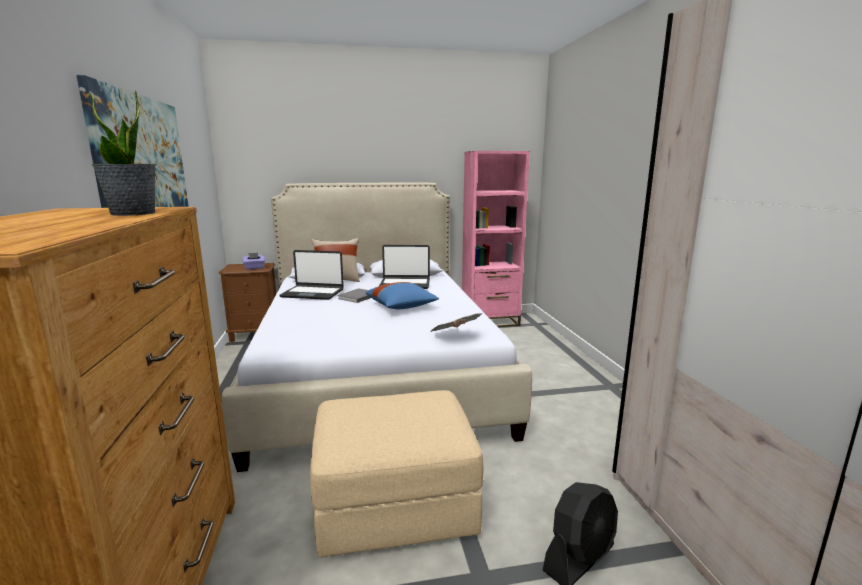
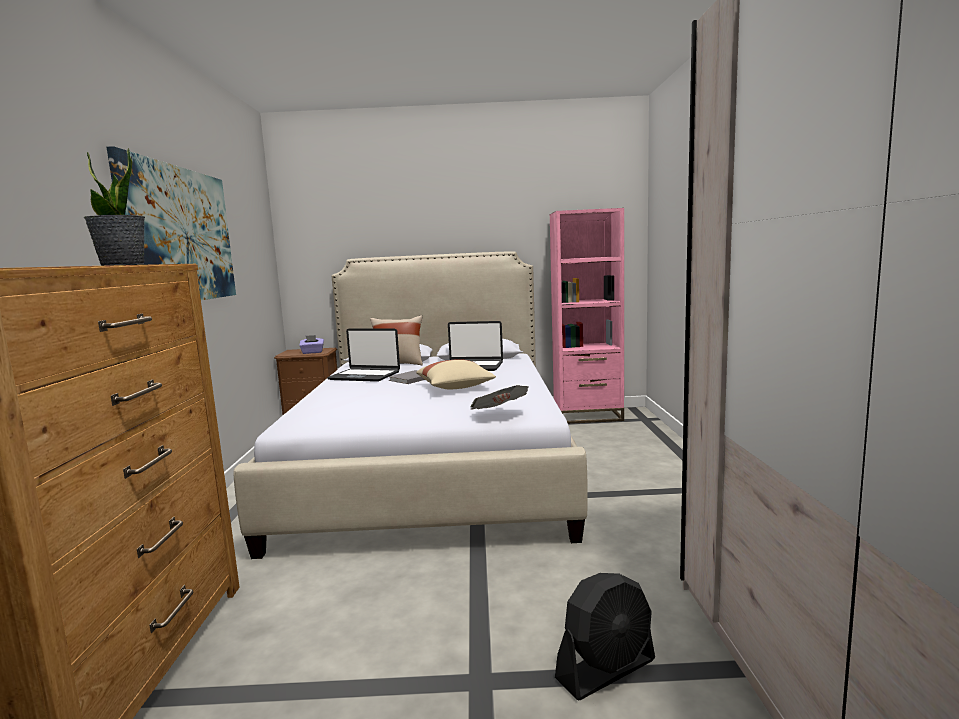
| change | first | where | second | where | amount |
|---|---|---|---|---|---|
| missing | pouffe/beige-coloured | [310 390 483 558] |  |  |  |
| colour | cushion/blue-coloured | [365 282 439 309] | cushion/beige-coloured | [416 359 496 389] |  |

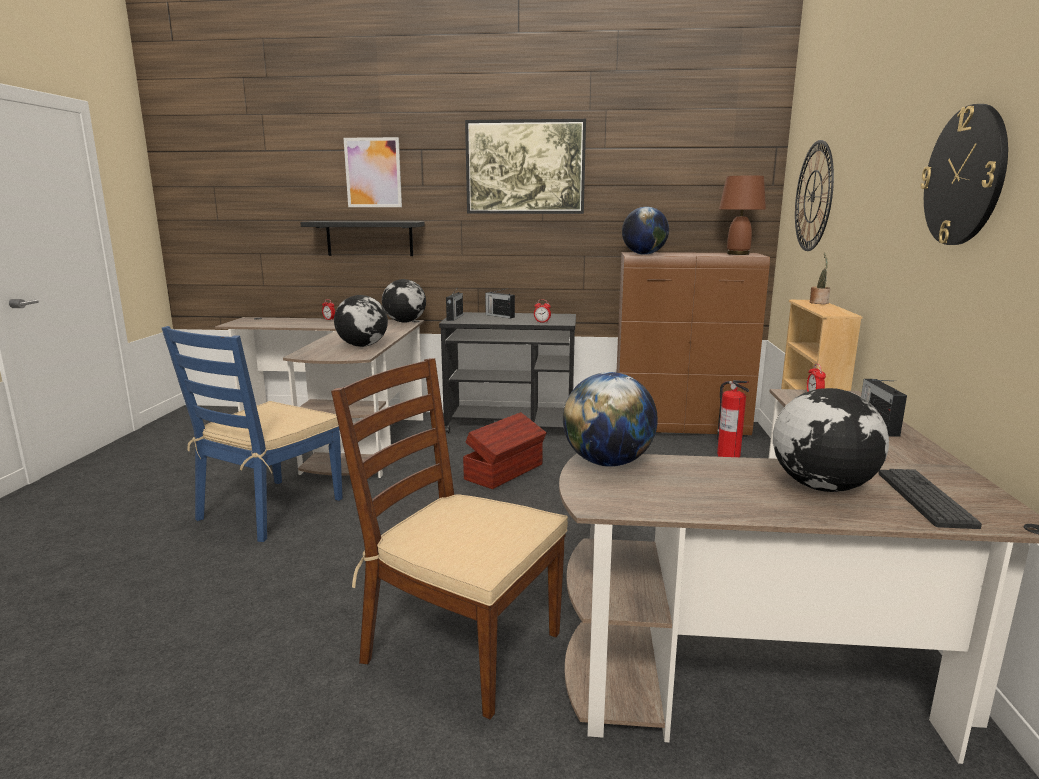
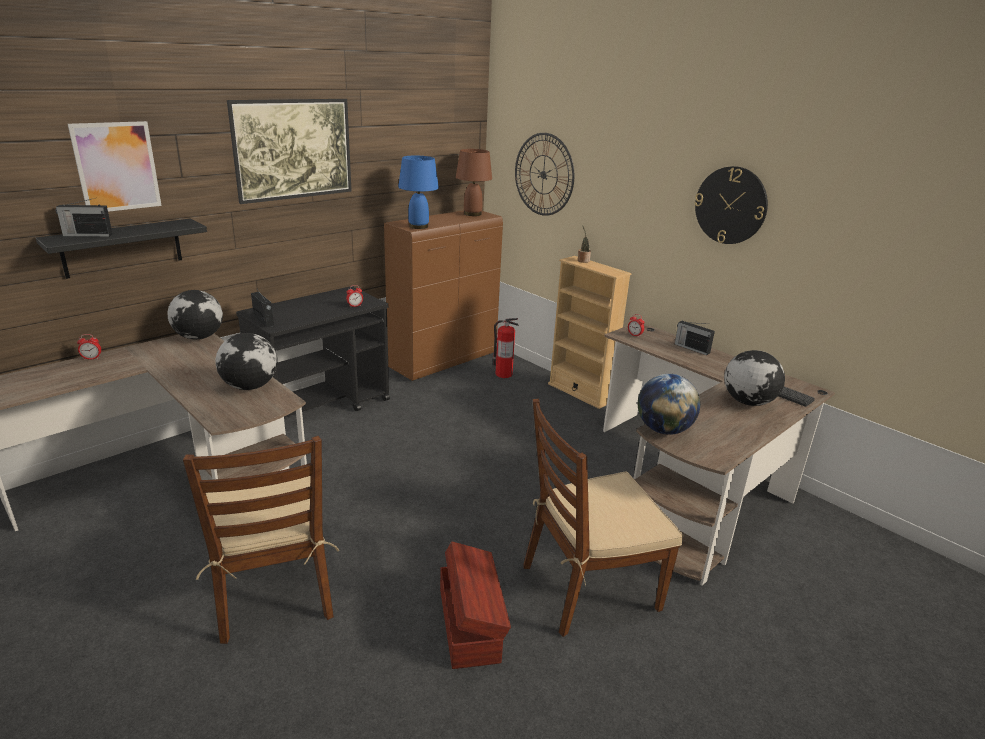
| change | first | where | second | where | amount |
|---|---|---|---|---|---|
| colour | chair/blue-coloured | [162 326 343 542] | chair/brownish | [183 436 339 644] |  |
| relocated | storage box/brownish | [463 412 547 489] |  | [440 542 511 669] |  |
| relocated | radio | [485 288 515 318] |  | [56 198 113 237] |  |
| exchanged | world globe | [622 206 669 255] | table lamp/blue-coloured | [398 156 439 229] |  |

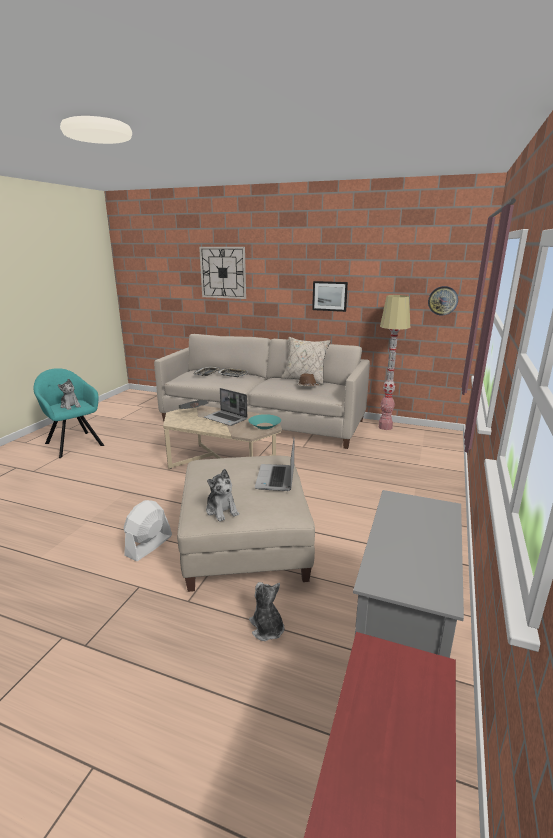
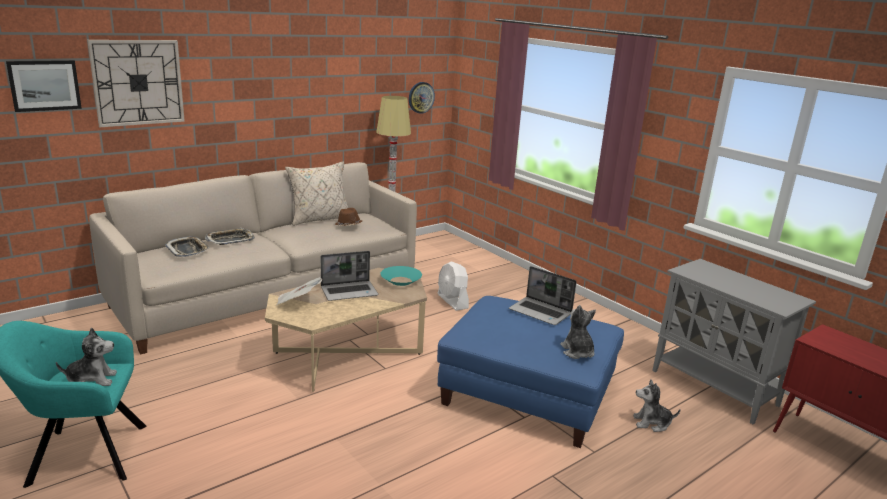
| change | first | where | second | where | amount |
|---|---|---|---|---|---|
| relocated | cooling fan/whitish | [123 500 172 561] |  | [438 261 469 311] |  |
| colour | pouffe/beige-coloured | [177 455 315 592] | pouffe/blue-coloured | [437 296 624 448] |  |
| spun | cuddly toy | [206 469 239 522] |  | [560 305 596 359] | 105 degrees counterclockwise |
| relocated | wall picture | [312 281 348 312] |  | [6 60 82 112] |  |

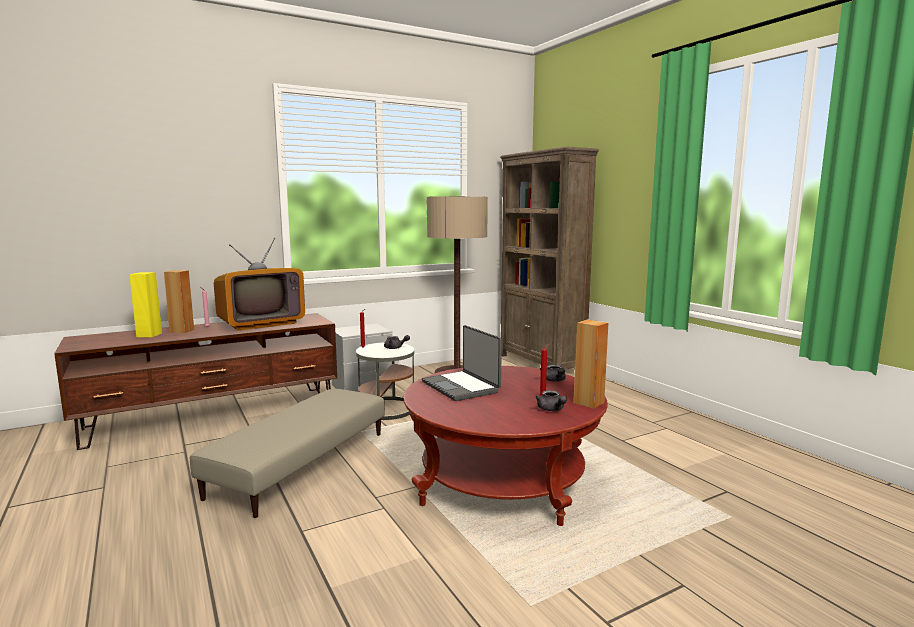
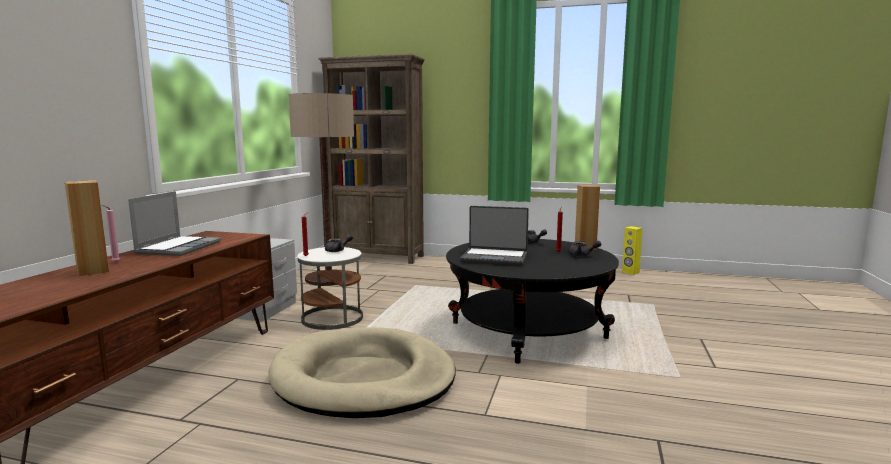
| change | first | where | second | where | amount |
|---|---|---|---|---|---|
| relocated | speaker/yellowish | [129 272 162 337] |  | [622 226 643 275] |  |
| exchanged | pouffe/beige-coloured | [190 389 385 518] | pet bed/beige-coloured | [268 327 456 418] |  |
| exchanged | TV | [214 237 305 331] | notebook computer | [128 191 221 256] |  |
| colour | low table/red | [404 366 608 526] | low table/black | [446 239 619 363] |  |

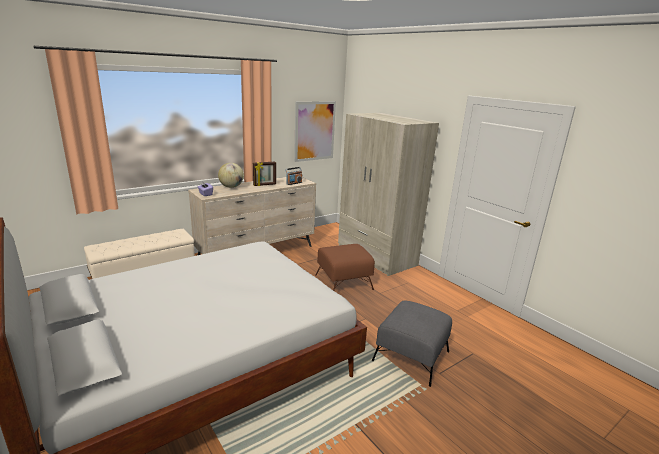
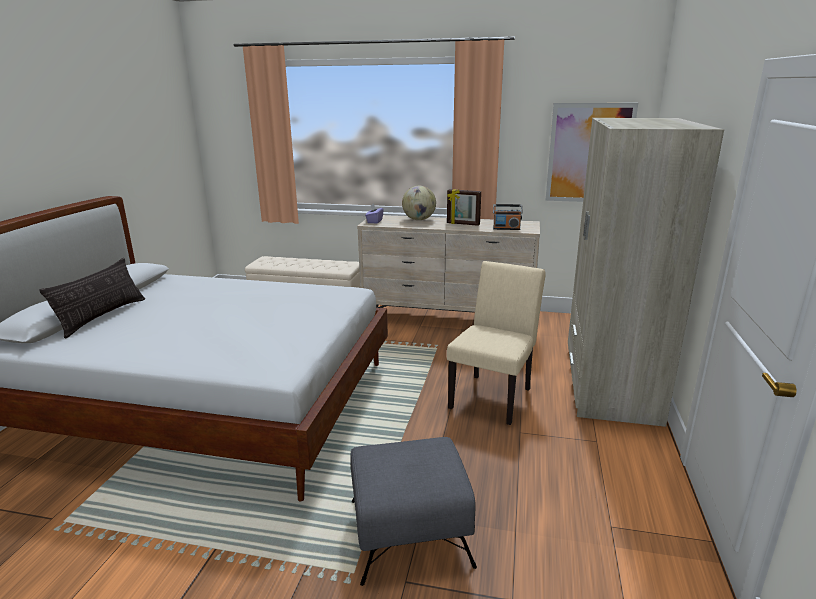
| change | first | where | second | where | amount |
|---|---|---|---|---|---|
| exchanged | pouffe/brownish | [315 244 375 291] | chair/beige-coloured | [447 261 546 425] |  |
| appeared |  |  | cushion | [39 258 145 339] |  |

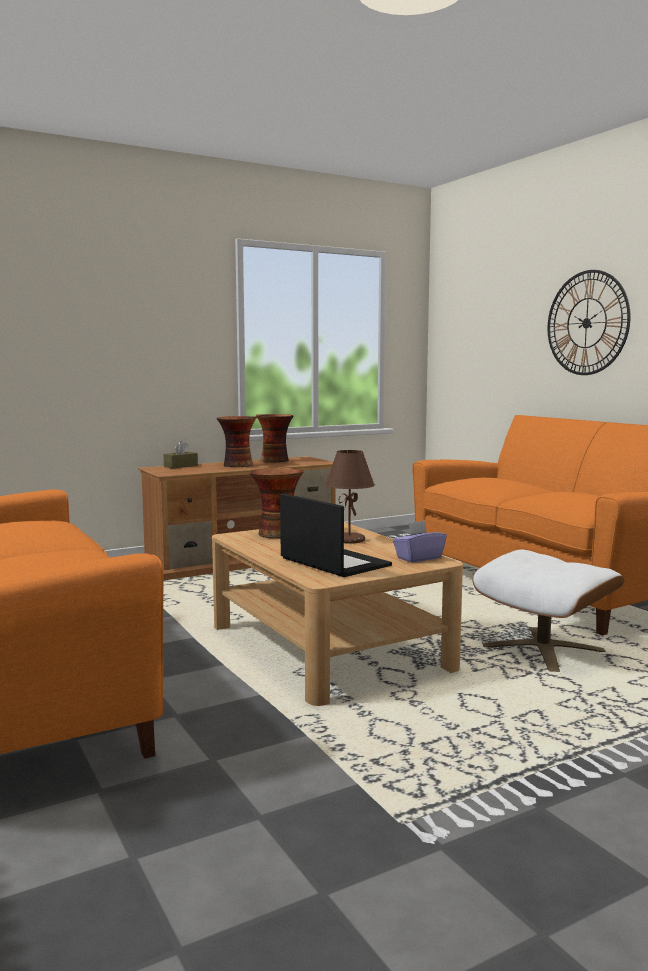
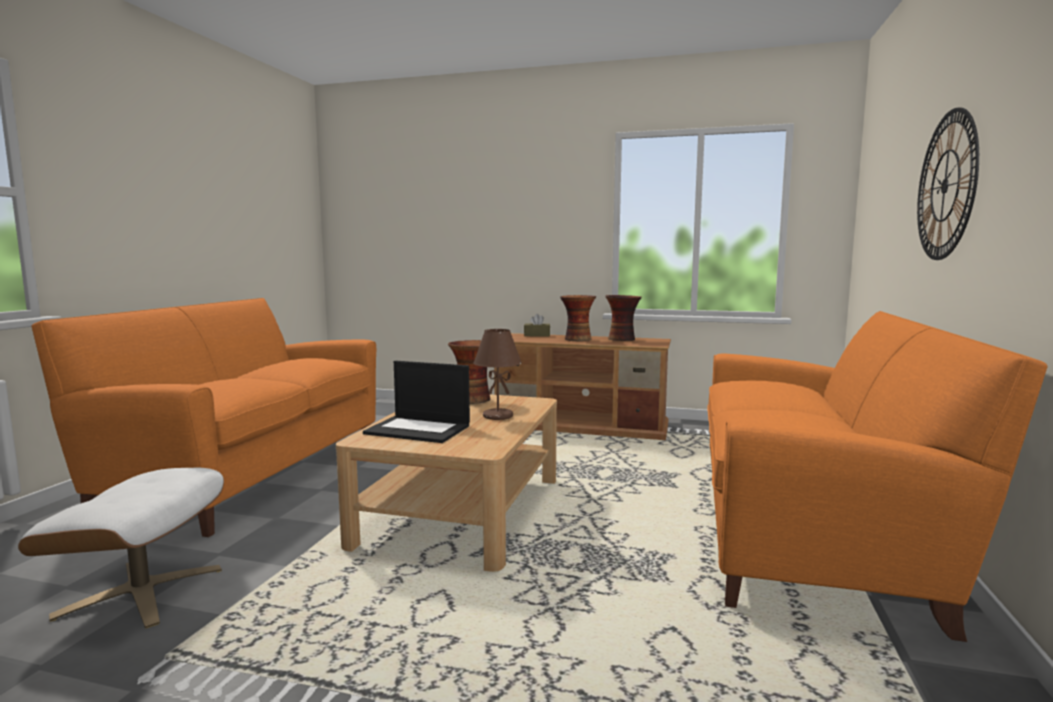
| change | first | where | second | where | amount |
|---|---|---|---|---|---|
| spun | notebook computer | [280 493 392 577] |  | [363 361 470 443] | 105 degrees clockwise |
| missing | tissue box/purple | [393 520 447 563] |  |  |  |
| relocated | pouffe/whitish | [472 549 624 672] |  | [18 468 224 629] |  |

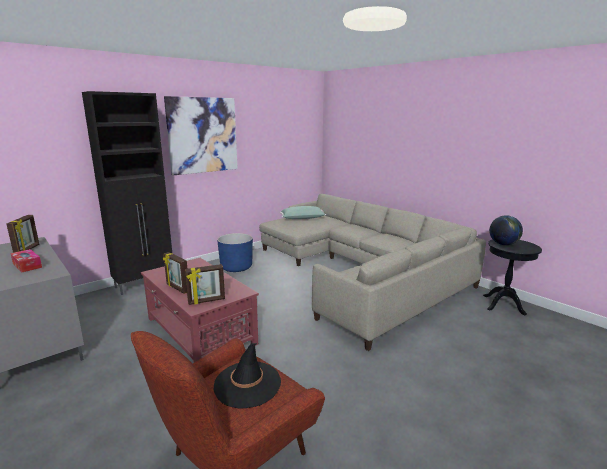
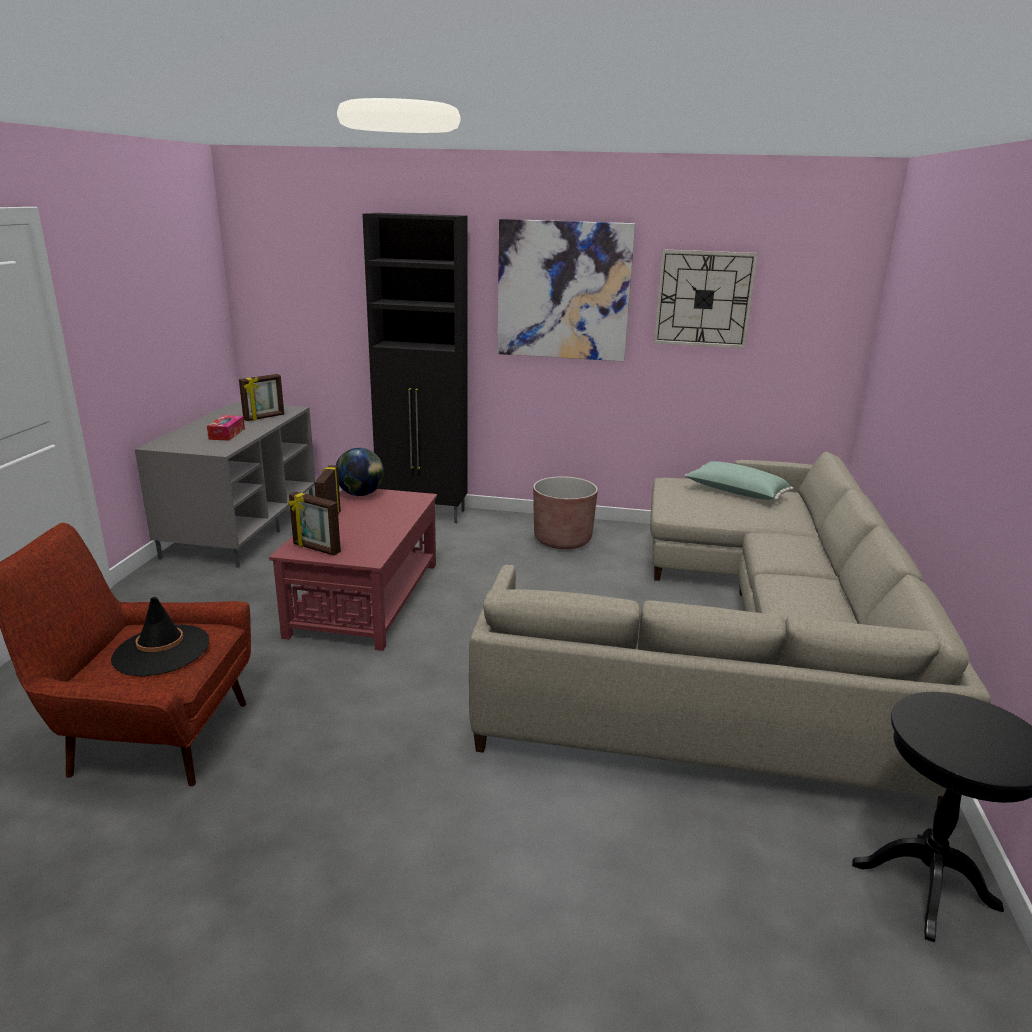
| change | first | where | second | where | amount |
|---|---|---|---|---|---|
| colour | flower pot/blue-coloured | [217 233 253 272] | flower pot/brownish | [533 476 598 549] |  |
| relocated | world globe | [489 216 523 245] |  | [336 448 384 496] |  |
| appeared |  |  | wall clock | [654 249 758 348] |  |

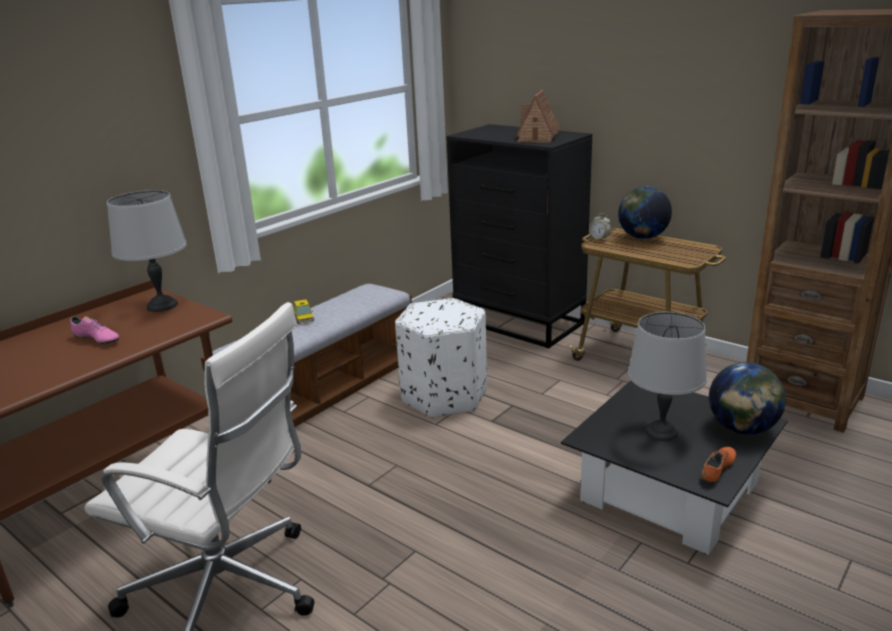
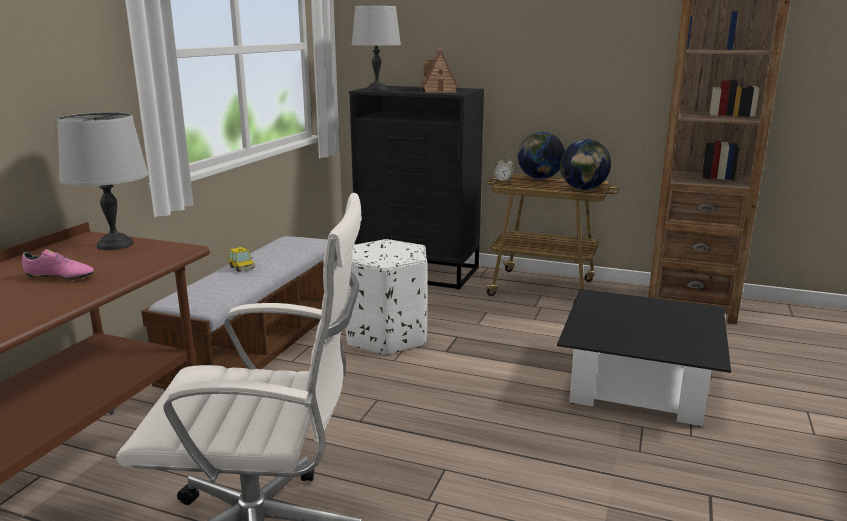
| change | first | where | second | where | amount |
|---|---|---|---|---|---|
| relocated | table lamp/gray | [628 312 707 441] |  | [352 6 401 90] |  |
| missing | low shoe/orange | [701 447 736 484] |  |  |  |
| relocated | world globe | [709 362 786 435] |  | [560 139 611 190] |  |

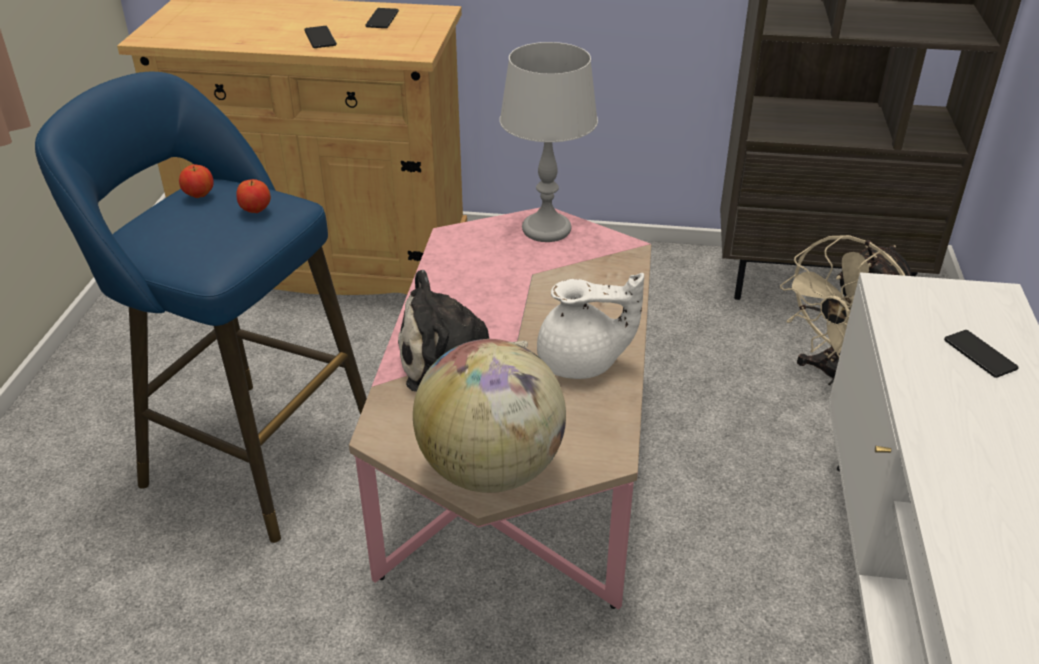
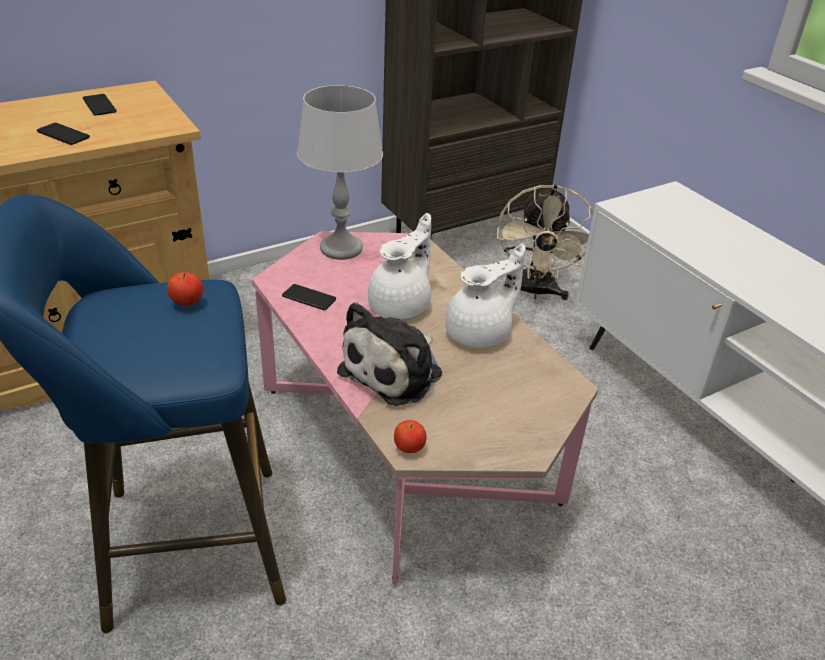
| change | first | where | second | where | amount |
|---|---|---|---|---|---|
| relocated | whole apple | [179 165 214 198] |  | [394 420 426 453] |  |
| missing | world globe | [413 339 566 493] |  |  |  |
| relocated | telephone | [944 330 1018 378] |  | [282 284 336 310] |  |
| appeared |  |  | teapot/whitish | [368 213 431 319] |  |

